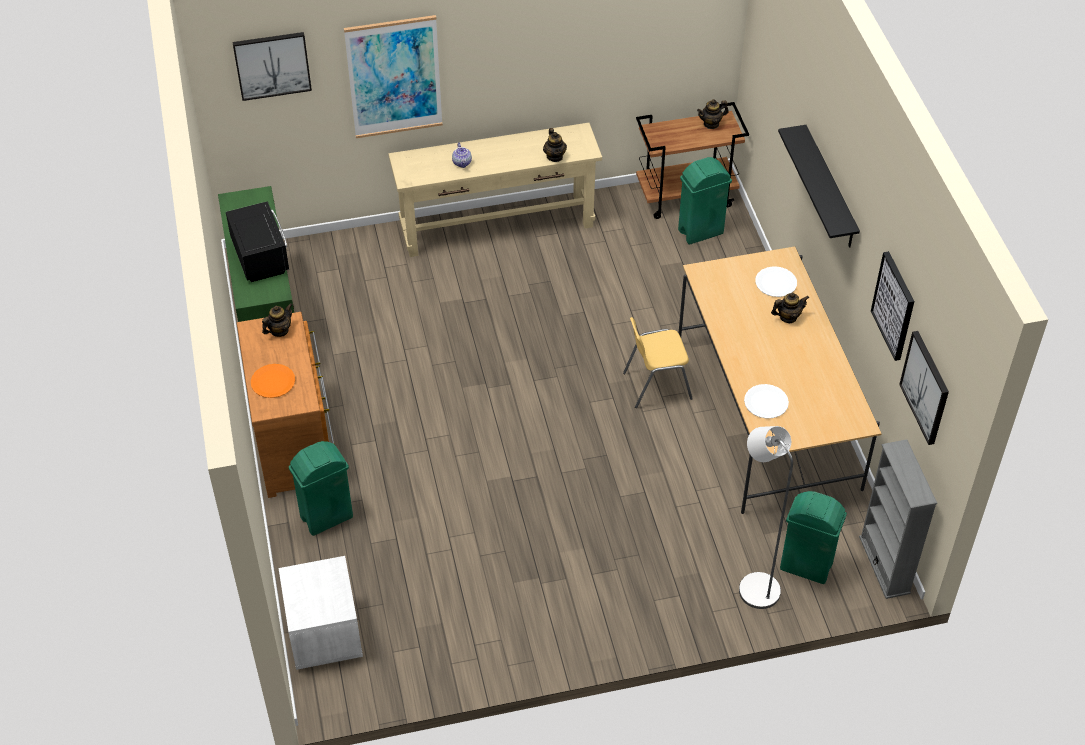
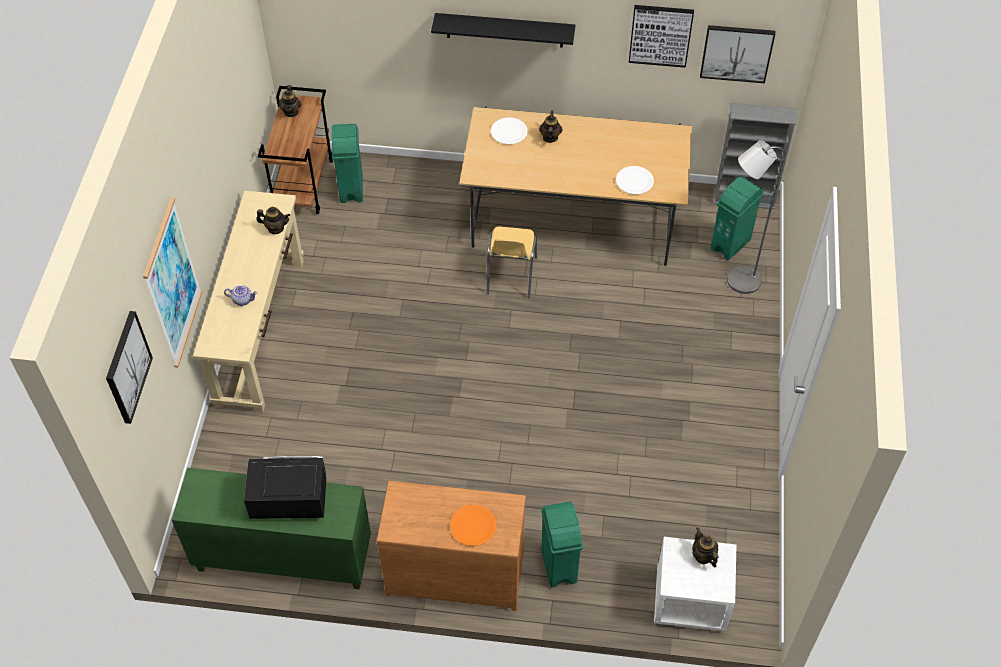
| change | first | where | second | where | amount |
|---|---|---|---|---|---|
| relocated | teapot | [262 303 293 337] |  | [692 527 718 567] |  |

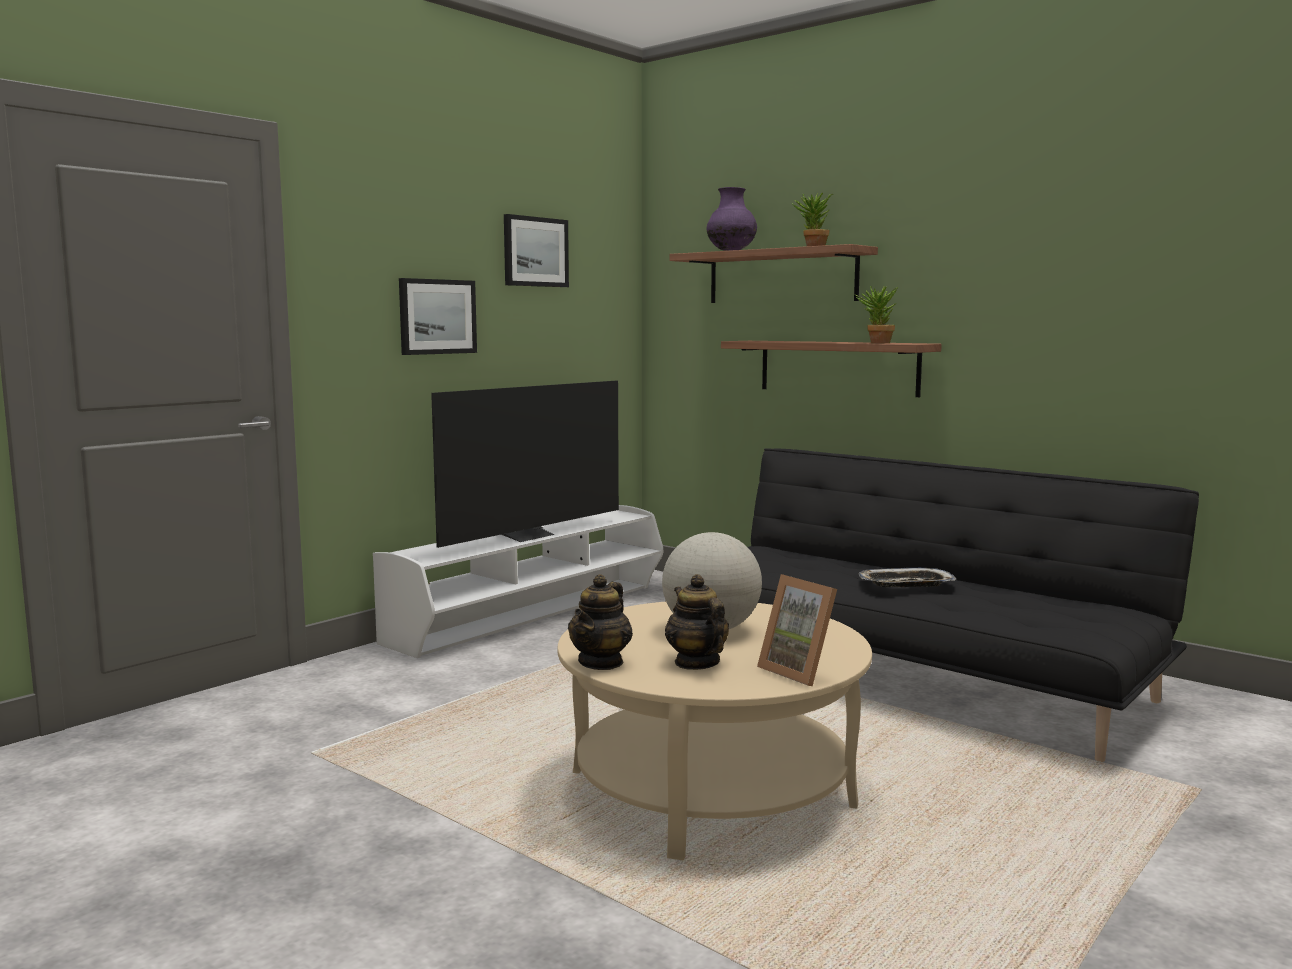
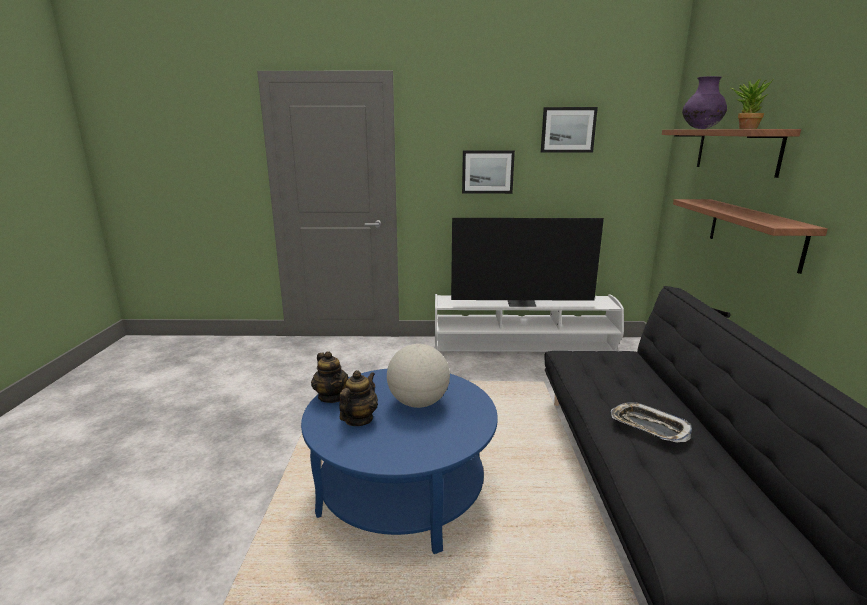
| change | first | where | second | where | amount |
|---|---|---|---|---|---|
| colour | low table/beige-coloured | [557 602 872 860] | low table/blue-coloured | [301 369 498 554] |  |
| spun | teapot | [568 574 633 670] |  | [311 351 348 403] | 105 degrees counterclockwise |
| missing | picture frame | [757 574 837 686] |  |  |  |
| missing | potted plant | [856 286 899 343] |  |  |  |

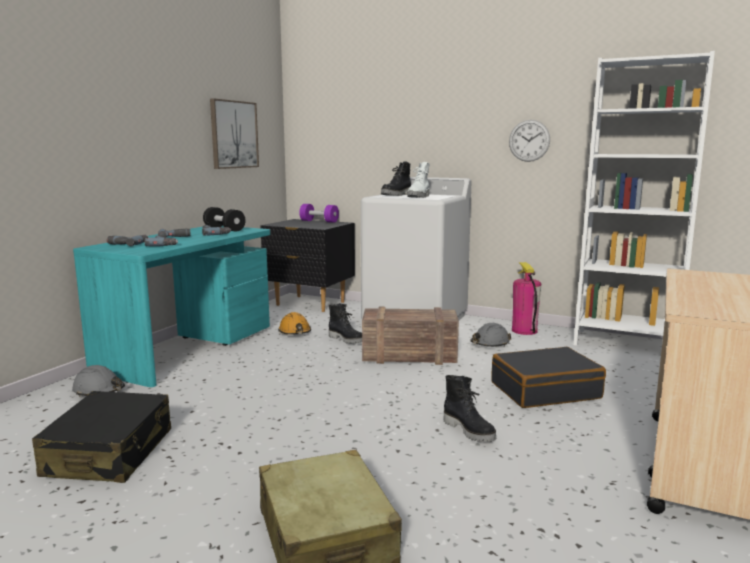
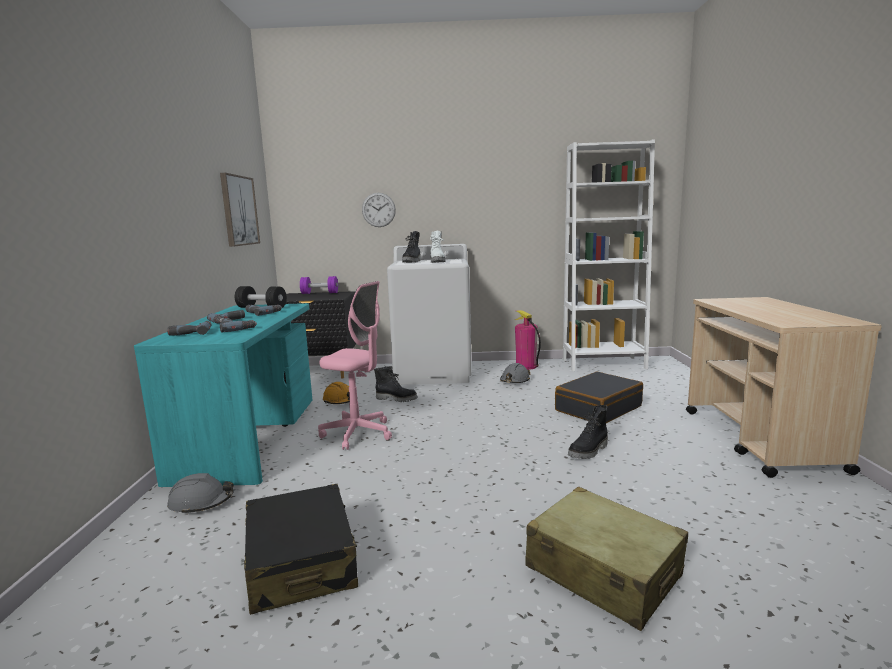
| change | first | where | second | where | amount |
|---|---|---|---|---|---|
| missing | packing crate | [362 307 459 365] |  |  |  |
| spun | boot/black | [443 375 497 442] |  | [568 405 608 459] | 105 degrees clockwise |
| relocated | wall clock | [509 120 550 162] |  | [362 193 396 227] |  |
| appeared |  |  | computer chair/pinkish | [318 281 392 450] |  |

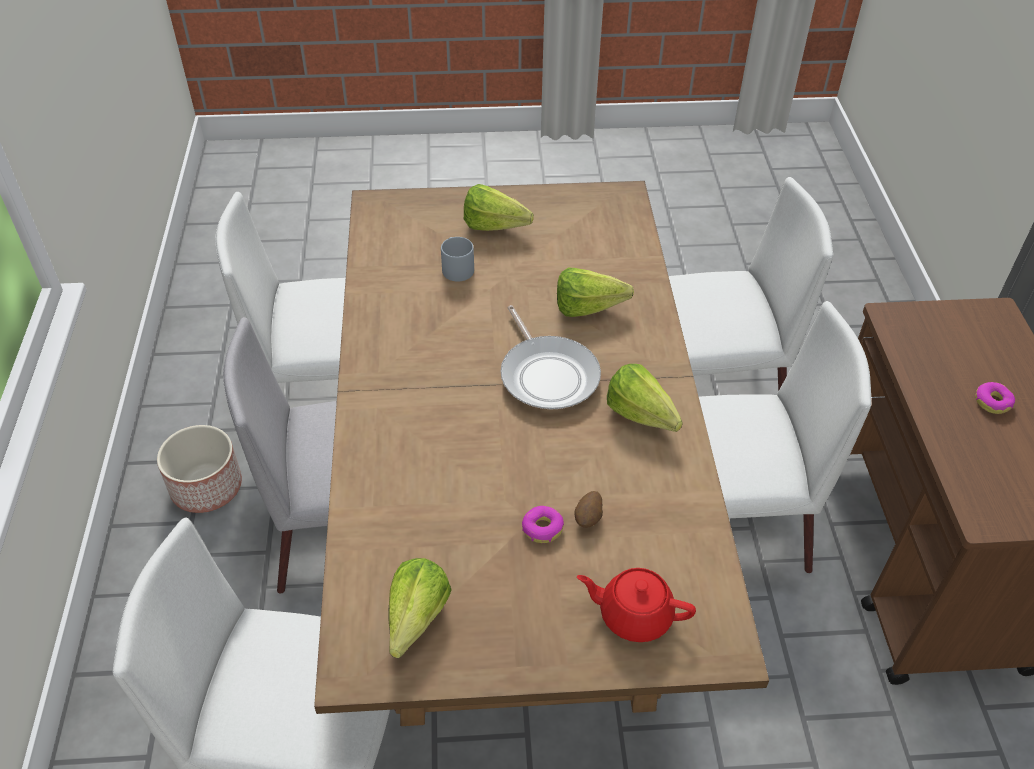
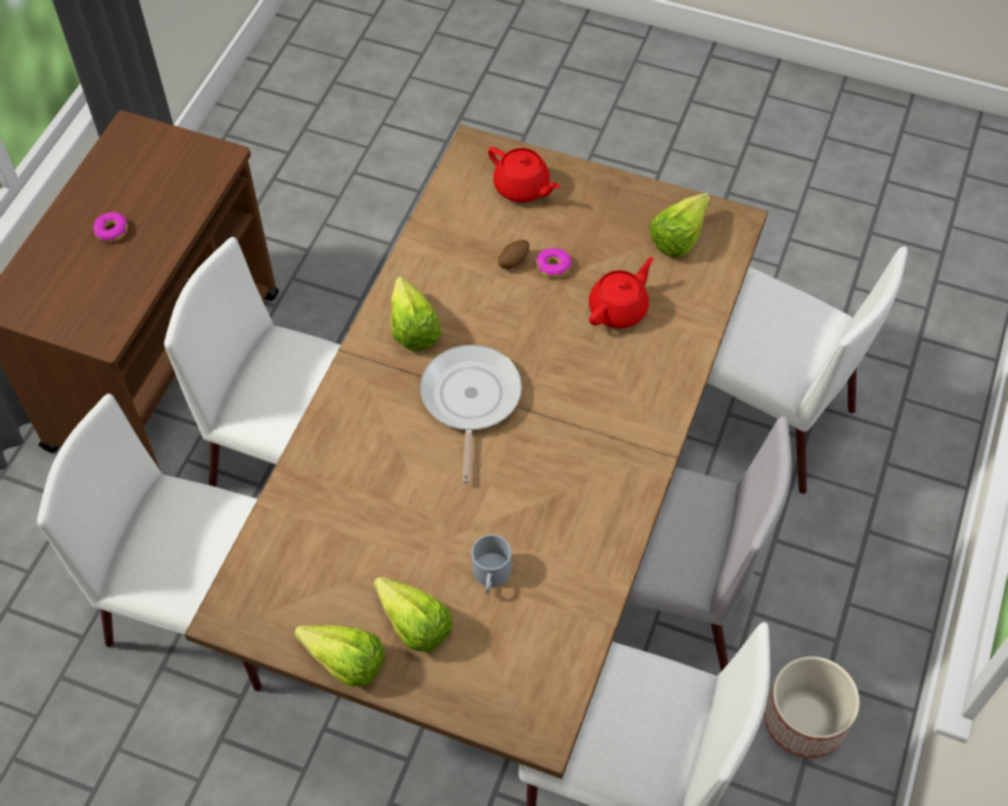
| change | first | where | second | where | amount |
|---|---|---|---|---|---|
| relocated | lettuce head | [557 268 634 317] |  | [294 625 385 687] |  |
| appeared |  |  | teapot/red | [589 257 654 328] |  |

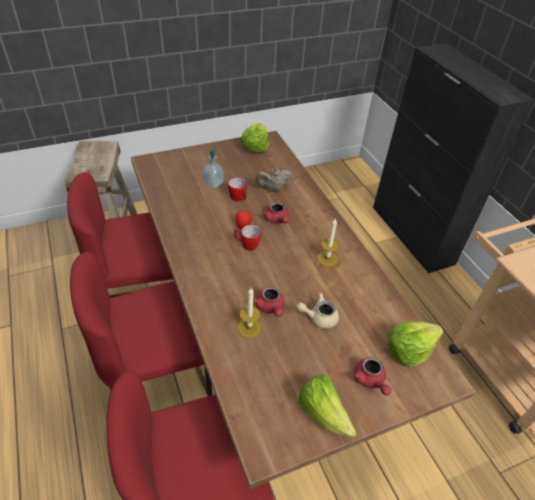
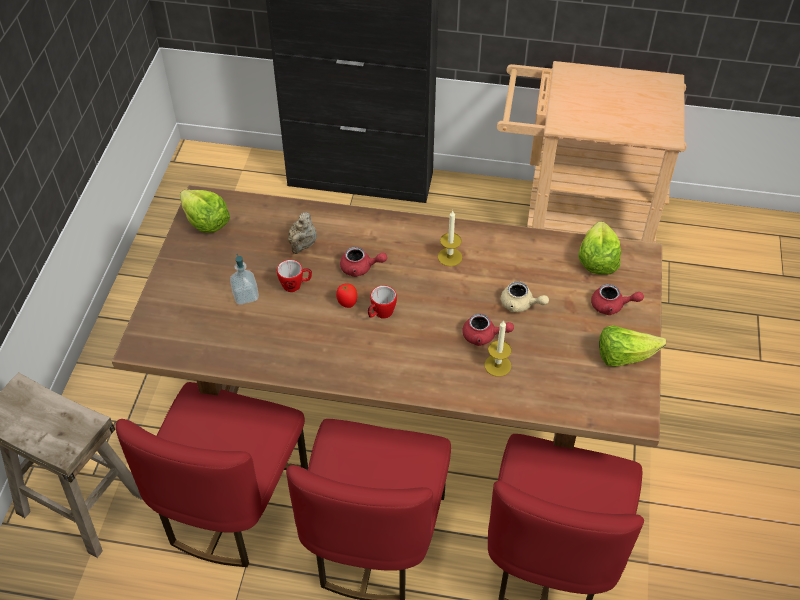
| change | first | where | second | where | amount |
|---|---|---|---|---|---|
| spun | teapot/beige-coloured | [296 293 339 329] |  | [501 281 549 312] | 90 degrees counterclockwise |

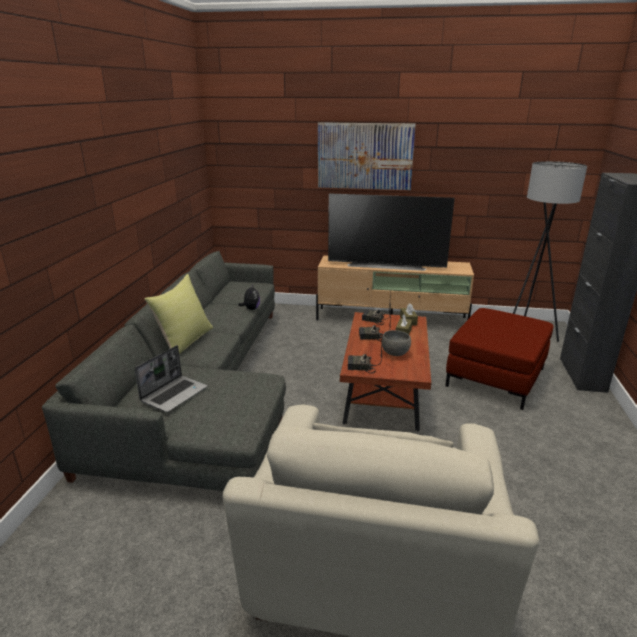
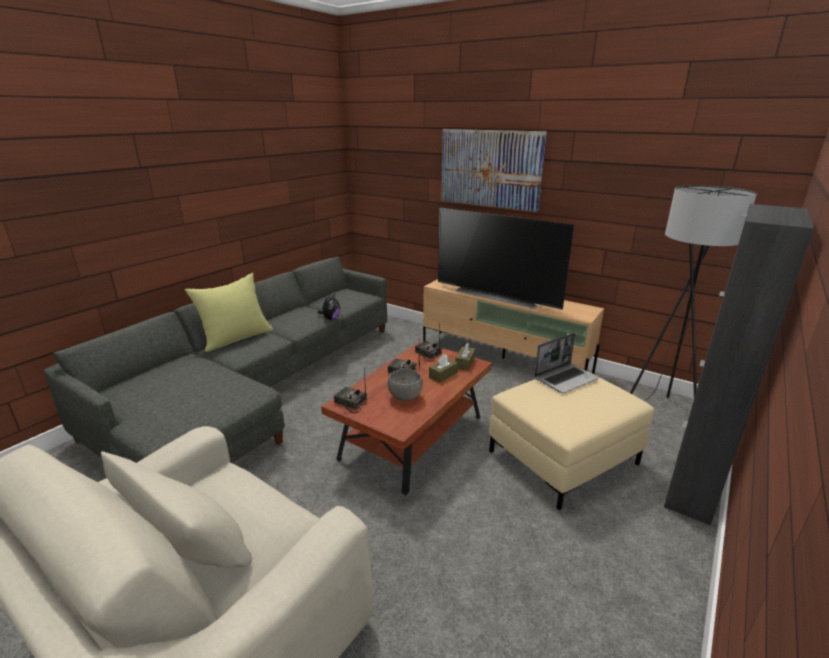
| change | first | where | second | where | amount |
|---|---|---|---|---|---|
| relocated | notebook computer | [135 345 208 412] |  | [534 333 599 393] |  |
| colour | pouffe/red | [445 308 553 410] | pouffe/beige-coloured | [489 377 654 510] |  |

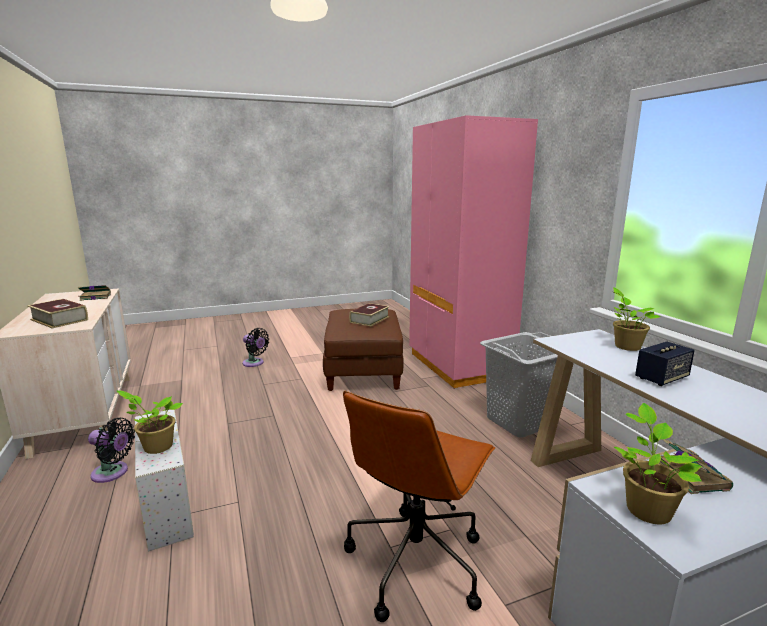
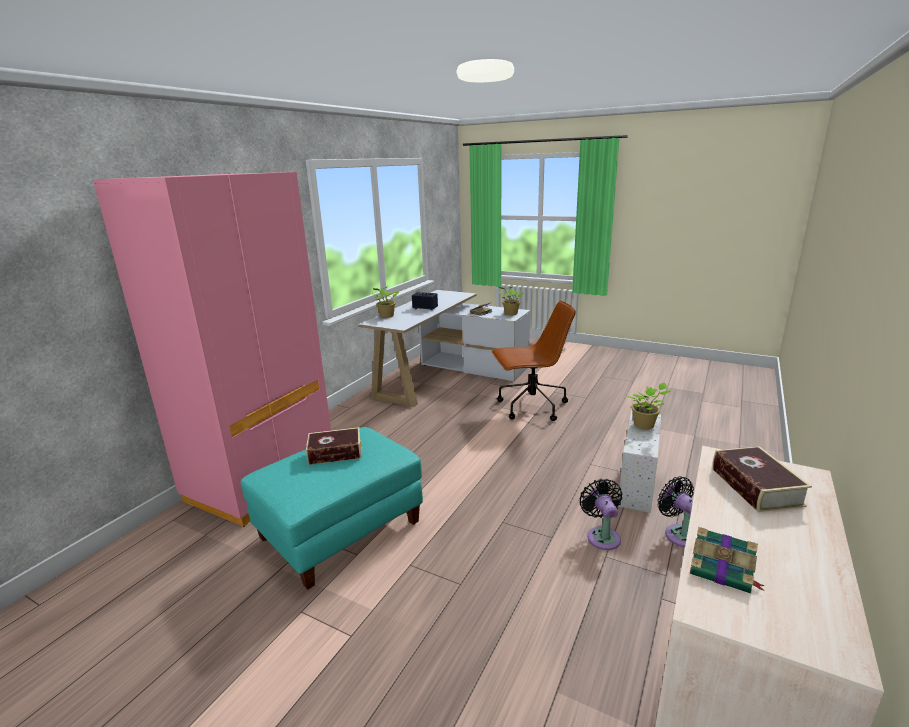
| change | first | where | second | where | amount |
|---|---|---|---|---|---|
| relocated | cooling fan/black | [242 328 269 367] |  | [579 479 622 550] |  |
| colour | pouffe/brownish | [323 309 404 391] | pouffe/turquoise | [240 427 423 590] |  |
| missing | washing basket/gray | [480 332 558 438] |  |  |  |

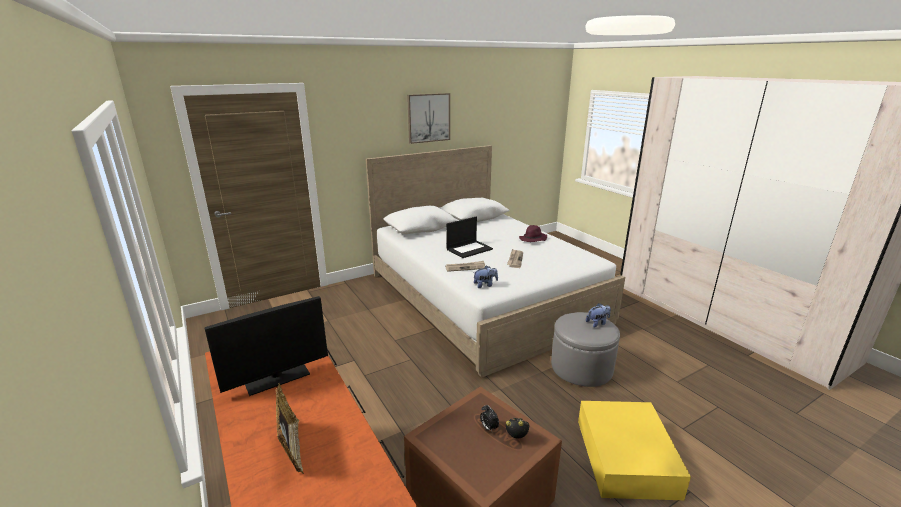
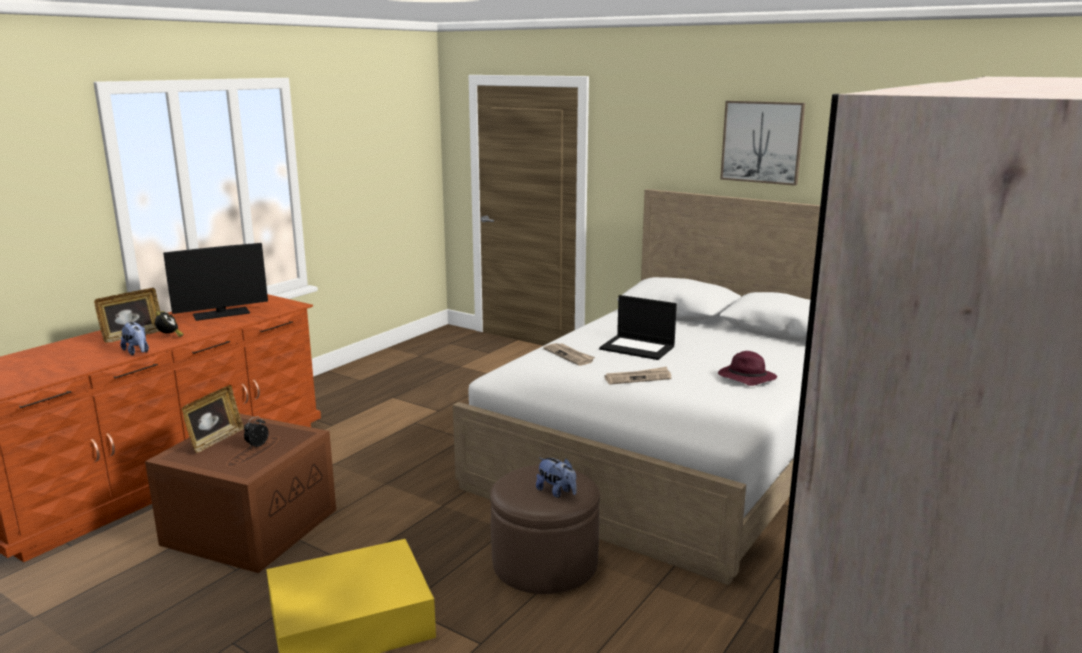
| change | first | where | second | where | amount |
|---|---|---|---|---|---|
| spun | monitor | [205 296 328 396] |  | [163 243 268 321] | 60 degrees counterclockwise |
| relocated | cuddly toy | [474 266 498 288] |  | [120 322 149 356] |  |
| relocated | table clock | [506 418 529 439] |  | [155 311 184 337] |  |
| colour | pouffe/gray | [551 312 620 387] | pouffe/brownish | [490 465 600 594] |  |
| appeared |  |  | picture frame | [182 385 244 453] |  |

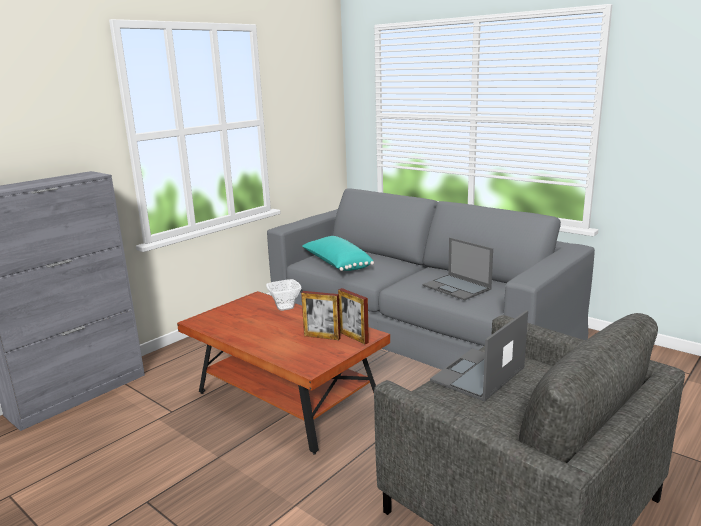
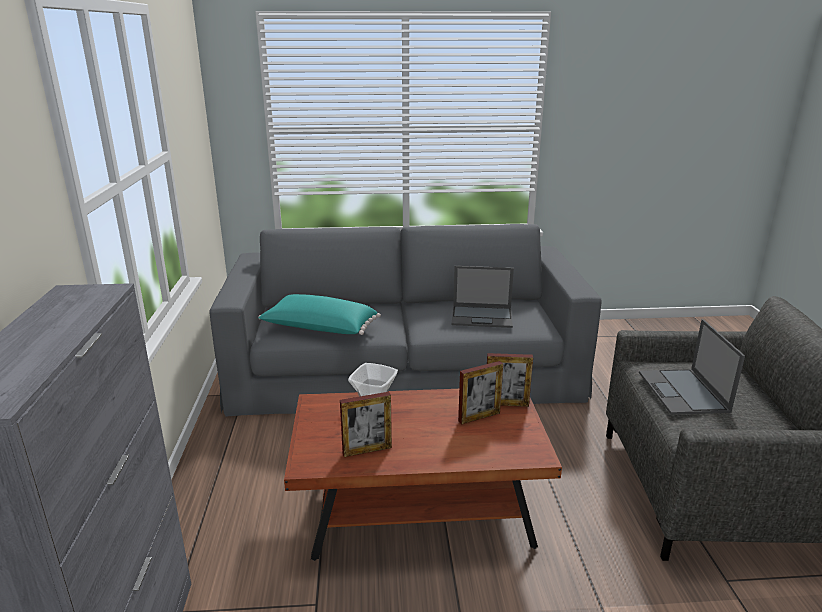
| change | first | where | second | where | amount |
|---|---|---|---|---|---|
| appeared |  |  | picture frame | [340 392 392 457] |  |

